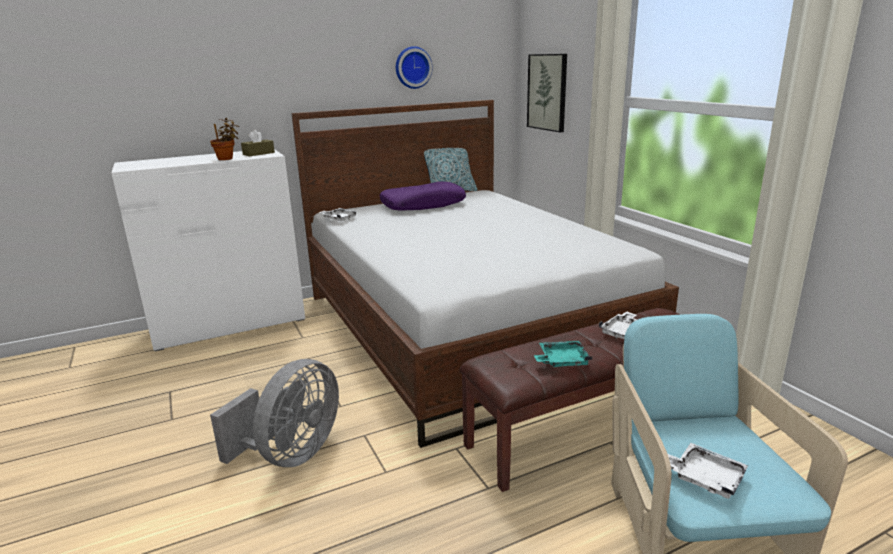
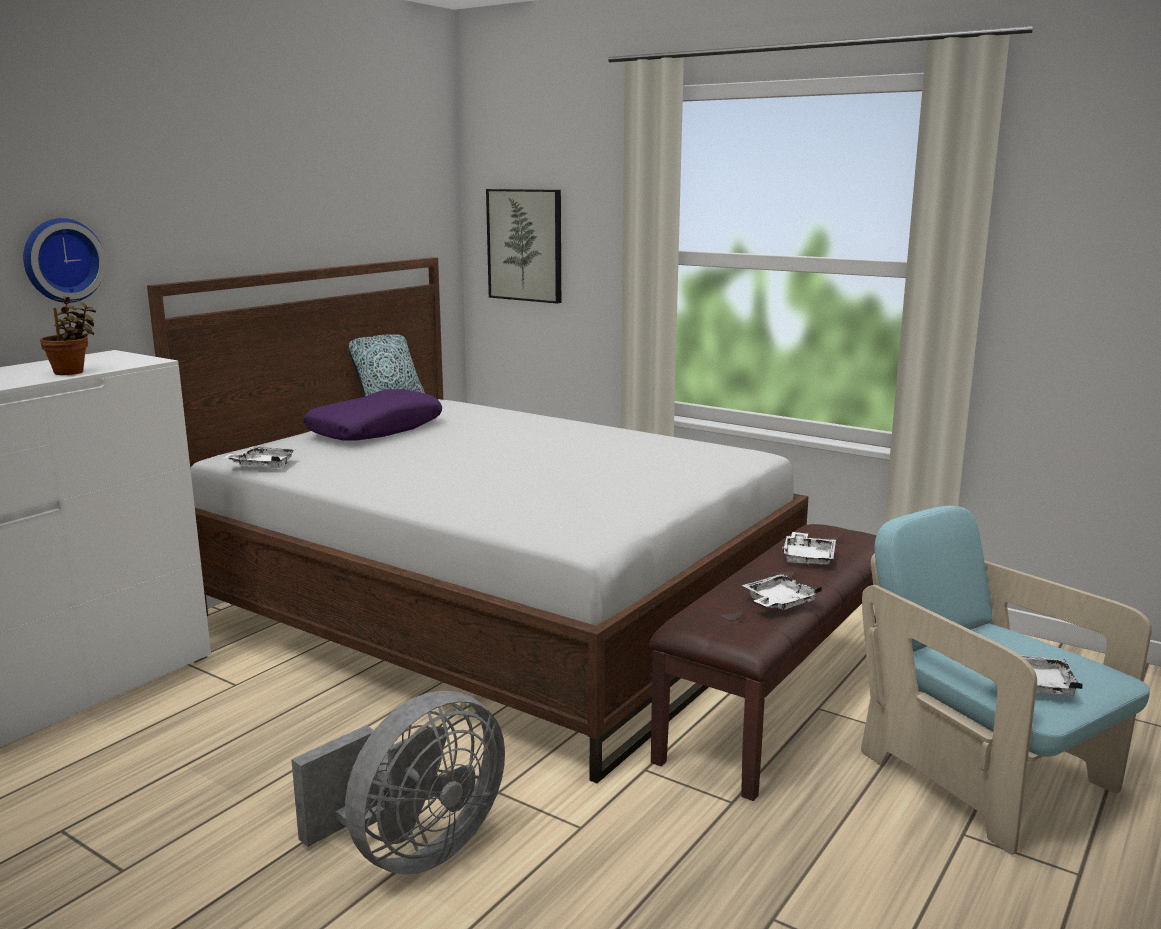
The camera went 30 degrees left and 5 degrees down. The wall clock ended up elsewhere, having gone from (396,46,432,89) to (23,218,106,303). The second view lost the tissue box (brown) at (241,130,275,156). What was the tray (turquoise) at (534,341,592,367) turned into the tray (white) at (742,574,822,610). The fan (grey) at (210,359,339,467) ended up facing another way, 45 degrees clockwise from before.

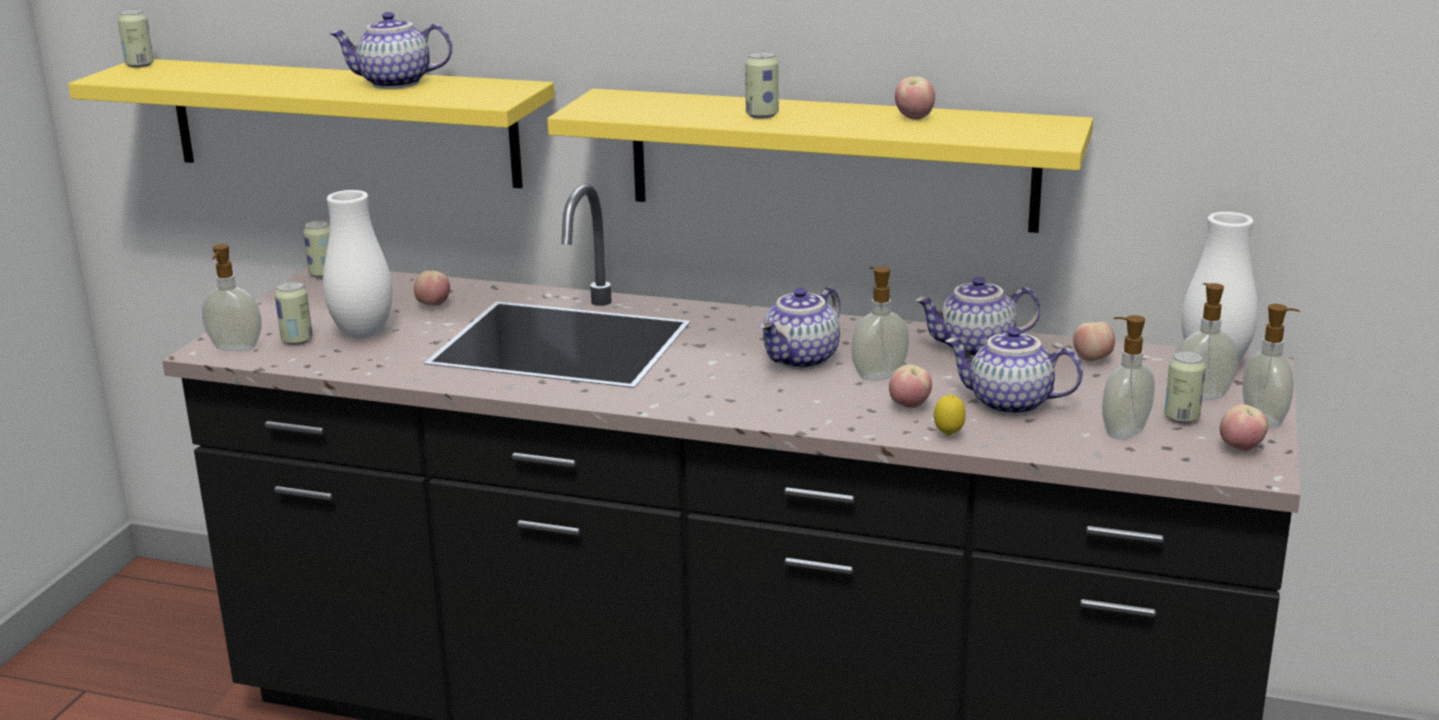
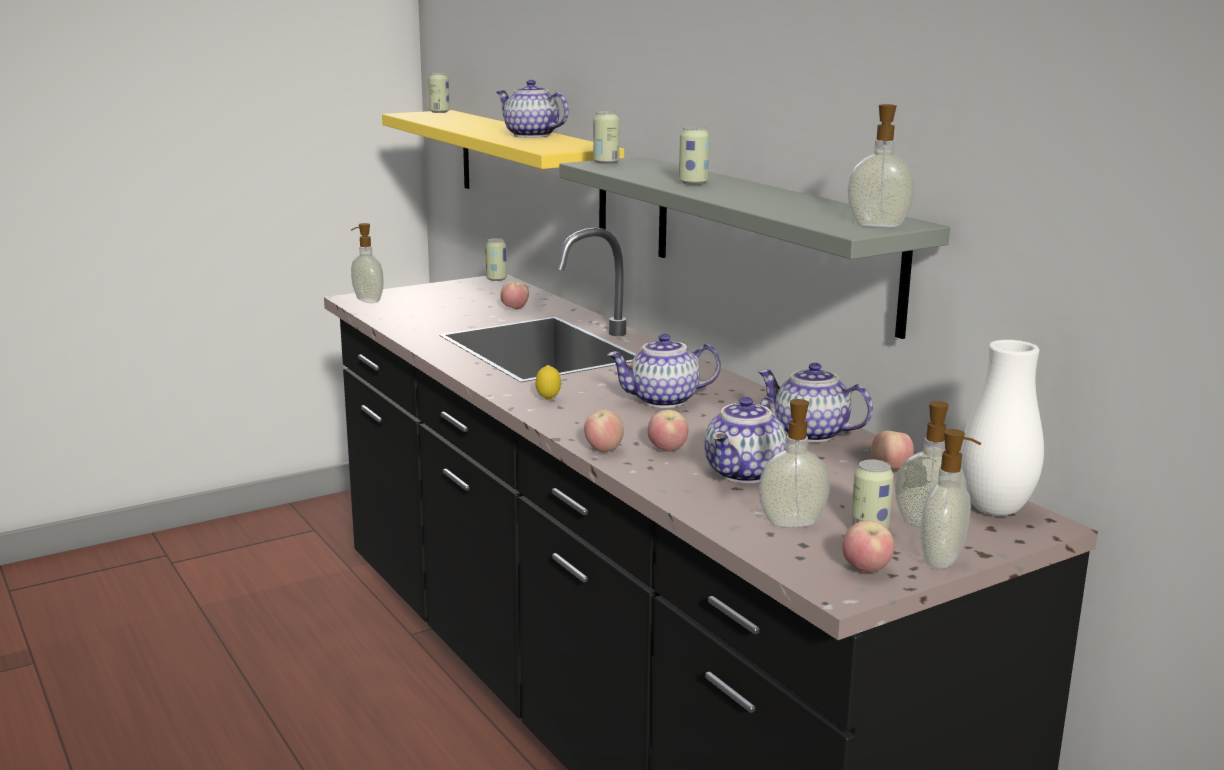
The camera went 40 degrees right and 5 degrees down. The apple ended up elsewhere, having gone from (895,76,935,120) to (584,409,624,452). What was the shelf (yellow) at (547,89,1093,233) turned into the shelf (grey) at (559,156,950,339). The second view lost the vase (white) at (323,190,393,339). The soap dispenser ended up elsewhere, having gone from (851,266,909,381) to (847,104,915,228). The can ended up elsewhere, having gone from (274,282,313,345) to (593,111,620,164). The teapot at (945,327,1083,415) ended up facing another way, 120 degrees counterclockwise from before. The lemon ended up elsewhere, having gone from (934,394,966,436) to (536,365,561,400).

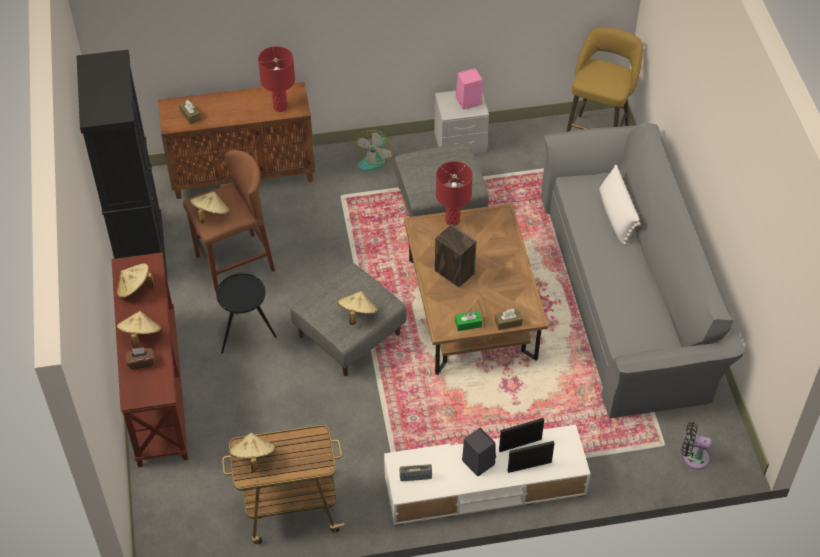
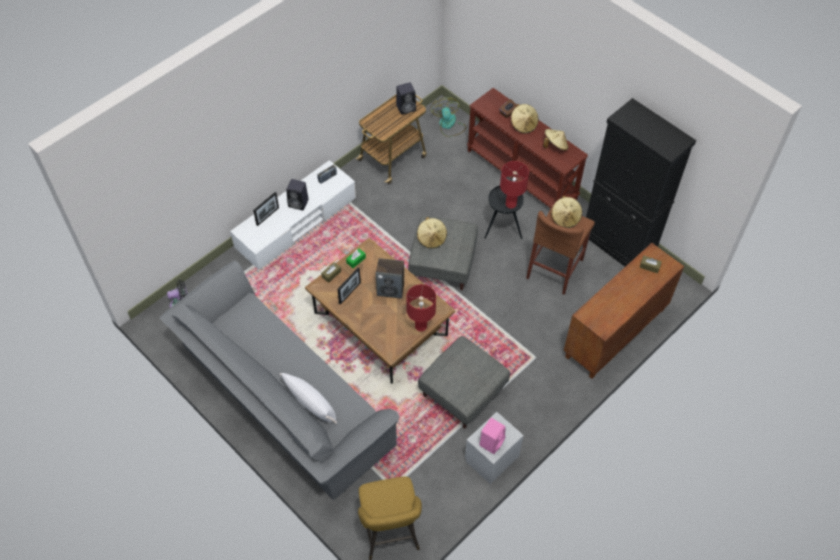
The camera went 145 degrees right and 5 degrees up. The table lamp (red) ended up elsewhere, having gone from (258,46,295,112) to (500,161,529,209). The fan ended up elsewhere, having gone from (356,130,393,171) to (431,97,466,137). The picture frame ended up elsewhere, having gone from (499,418,544,452) to (337,267,361,305). Where the hat (beige) stood at (229,433,276,472), the speaker (black) came to stand at (396,82,416,115).

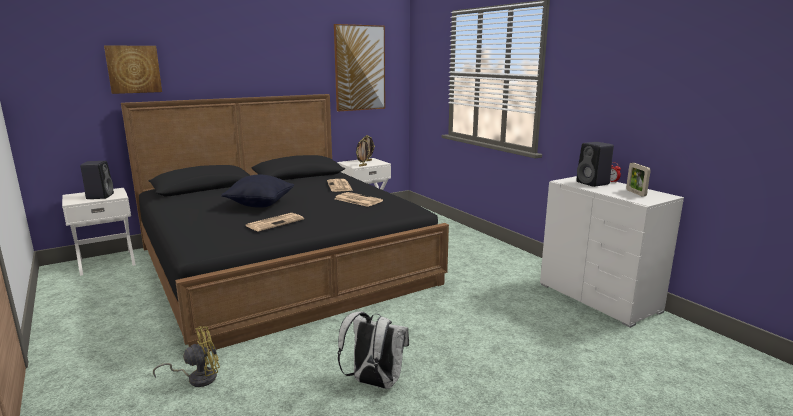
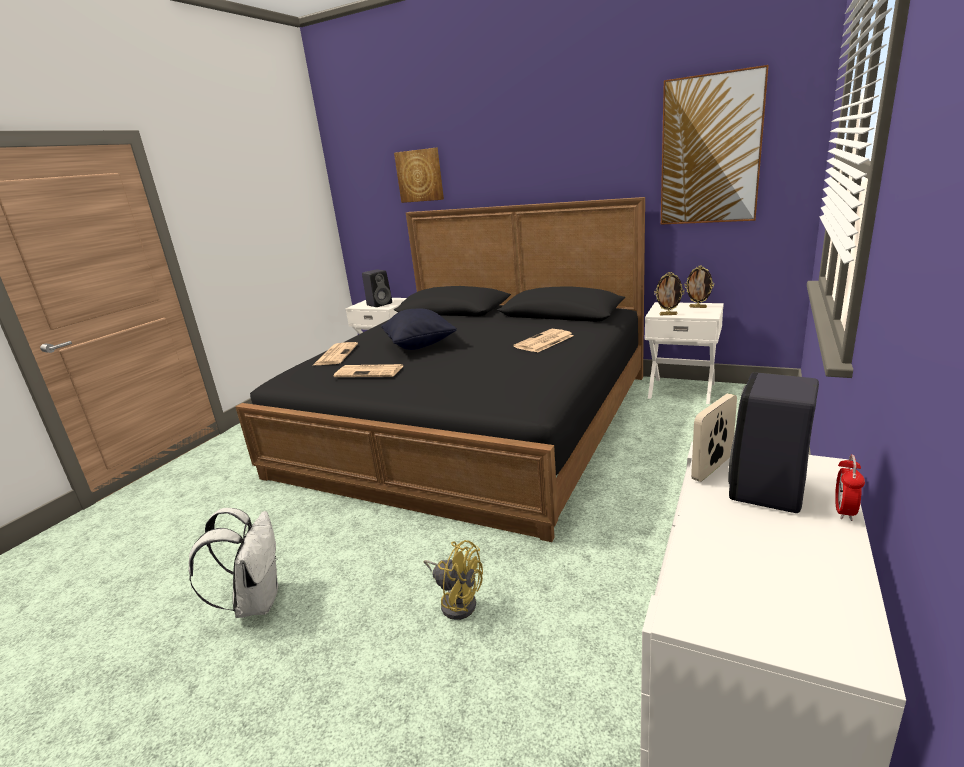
The camera went 60 degrees right and 5 degrees up. The picture frame ended up elsewhere, having gone from (626,163,651,197) to (691,393,737,482). The newspaper ended up elsewhere, having gone from (335,192,383,207) to (314,342,358,365). The fan (yellow) ended up elsewhere, having gone from (153,326,220,387) to (424,540,483,620).

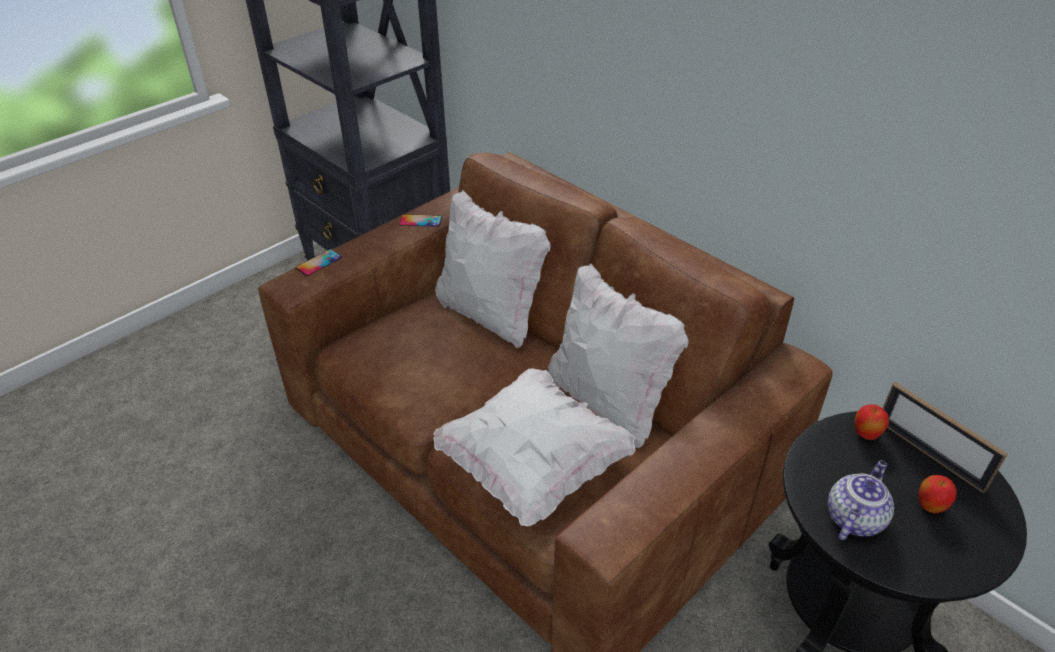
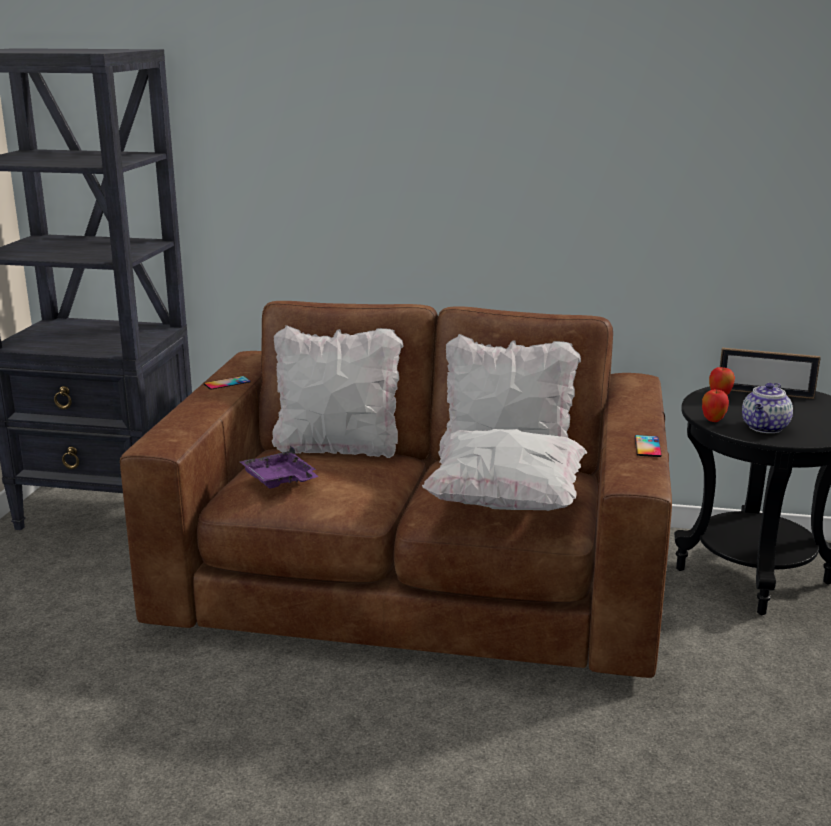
The camera went 35 degrees left and 20 degrees down. The phone ended up elsewhere, having gone from (296,249,342,276) to (635,435,662,457). The teapot at (828,460,894,540) ended up facing another way, 150 degrees counterclockwise from before. The apple ended up elsewhere, having gone from (919,475,956,513) to (702,389,729,422). The second view gained the tray (purple) at (239,446,319,489).

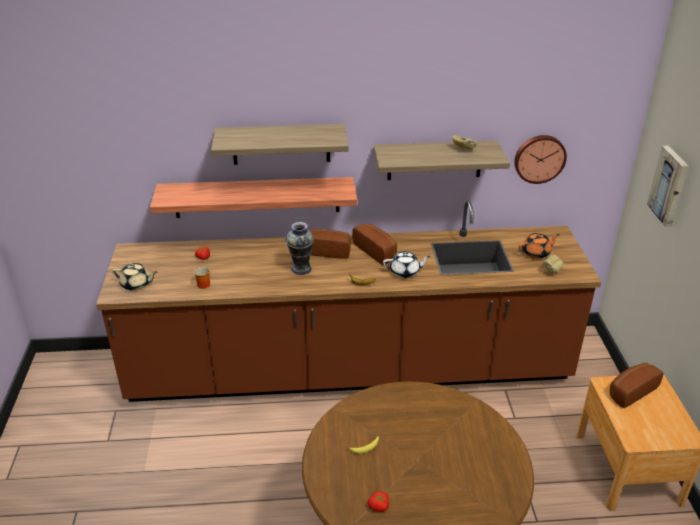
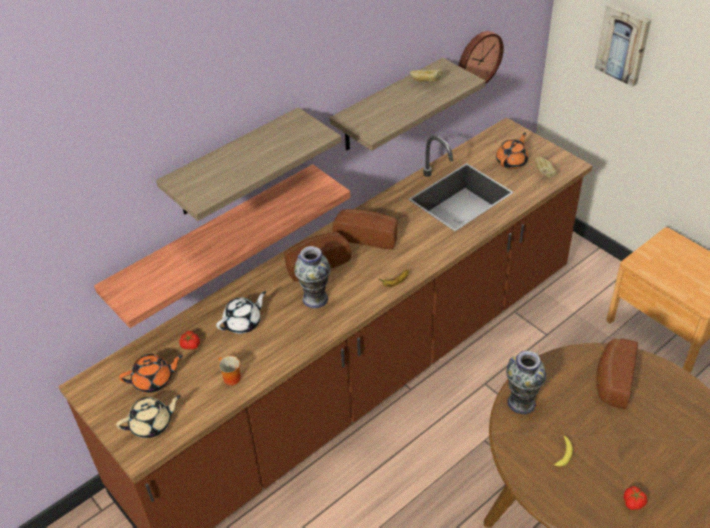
The camera went 35 degrees left and 10 degrees up. The teapot (white) ended up elsewhere, having gone from (383,251,431,278) to (216,291,266,334). The bread ended up elsewhere, having gone from (610,363,663,408) to (596,339,638,409). The second view gained the vase at (506,351,546,414). The second view gained the teapot (orange) at (119,354,183,393).

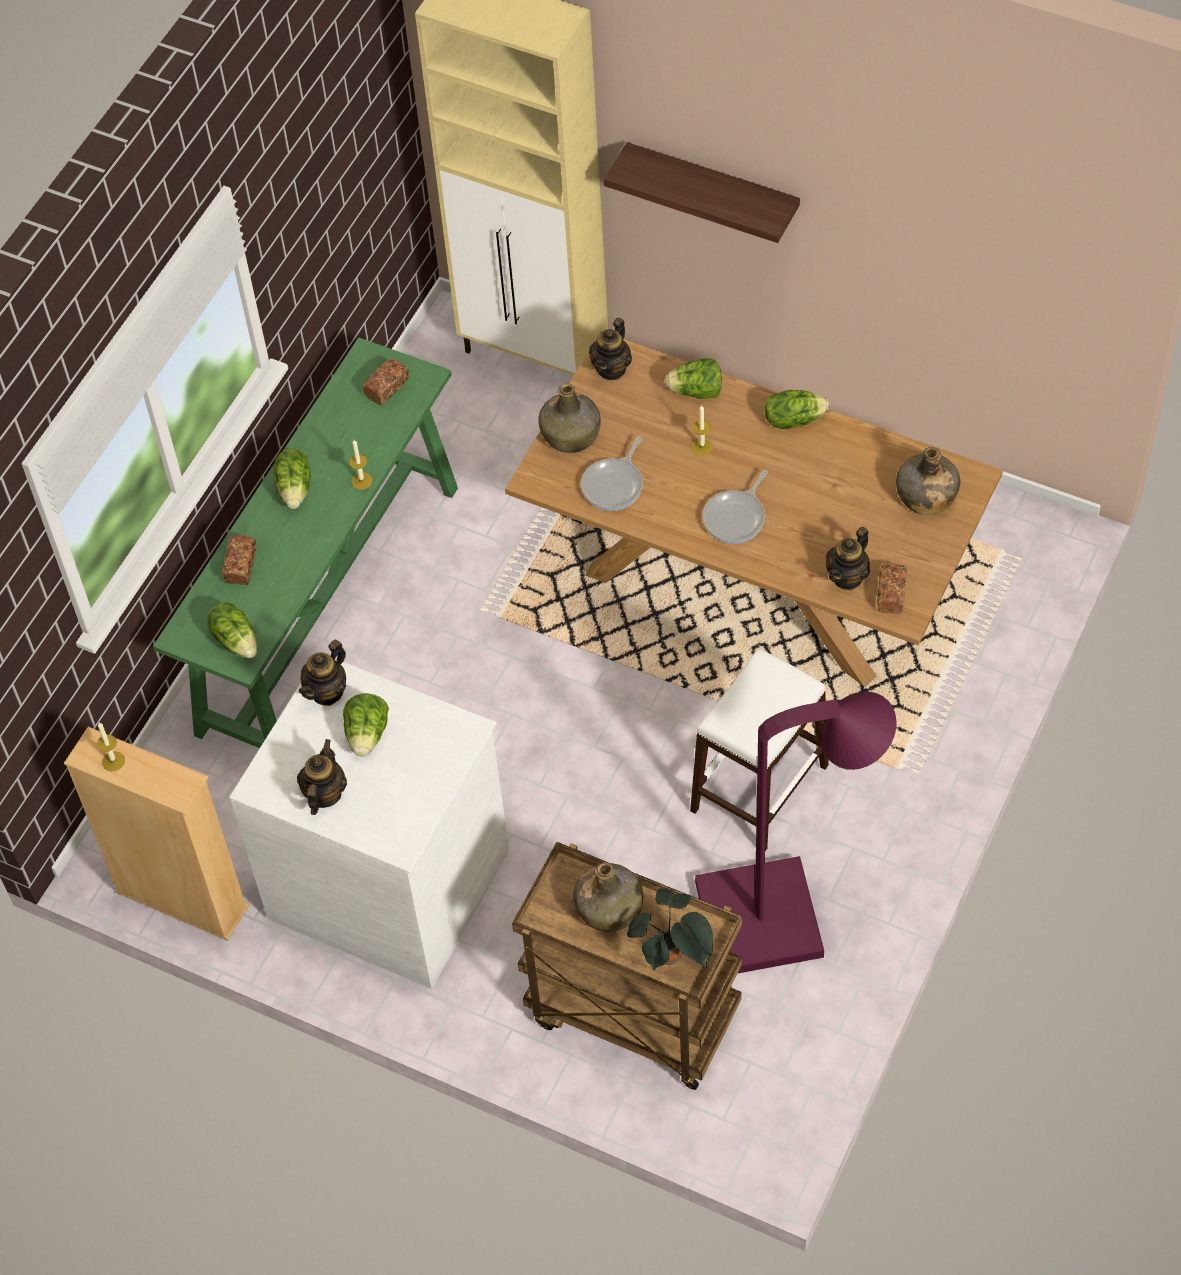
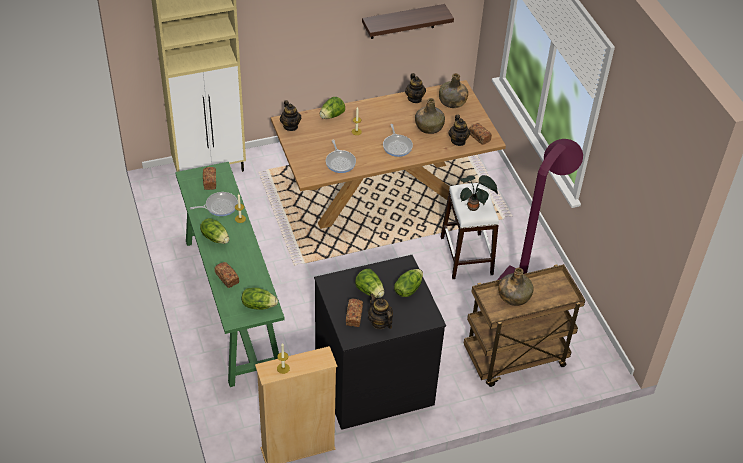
The camera went 50 degrees left and 10 degrees down. The shelf ended up elsewhere, having gone from (604,142,800,243) to (362,4,454,39). The bottle (green) ended up elsewhere, having gone from (538,383,601,453) to (415,98,445,134). The lettuce ended up elsewhere, having gone from (764,390,829,429) to (394,269,423,297). The teapot ended up elsewhere, having gone from (299,640,346,706) to (405,73,426,103). What was the dresser (white) at (229,659,509,988) turned into the dresser (black) at (314,255,446,429). The potted plant ended up elsewhere, having gone from (627,889,713,971) to (459,175,498,211). The second view gained the frying pan at (190,192,238,216). The second view gained the bread at (346,298,363,327).

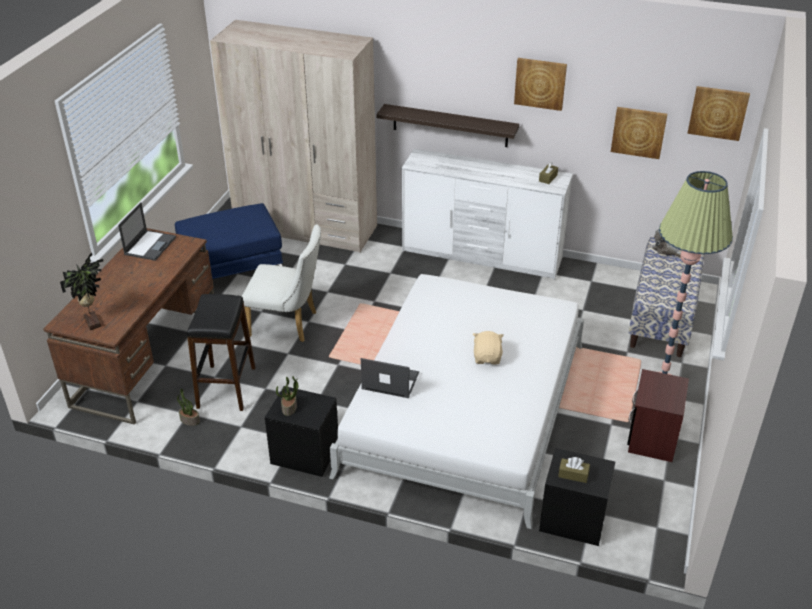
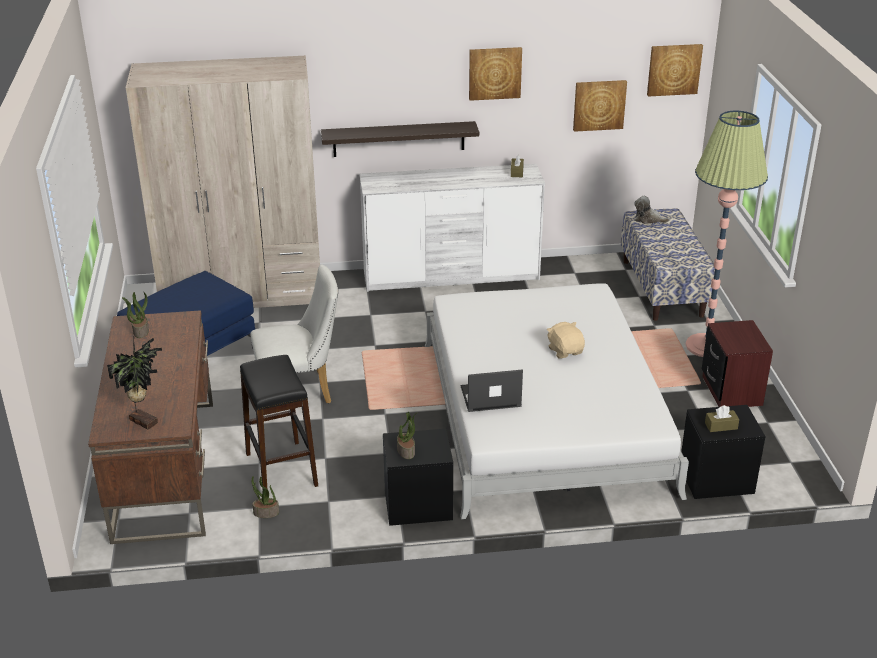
The camera went 25 degrees left and 5 degrees down. Where the laptop stood at (118,202,176,261), the potted plant came to stand at (122,292,149,338).

